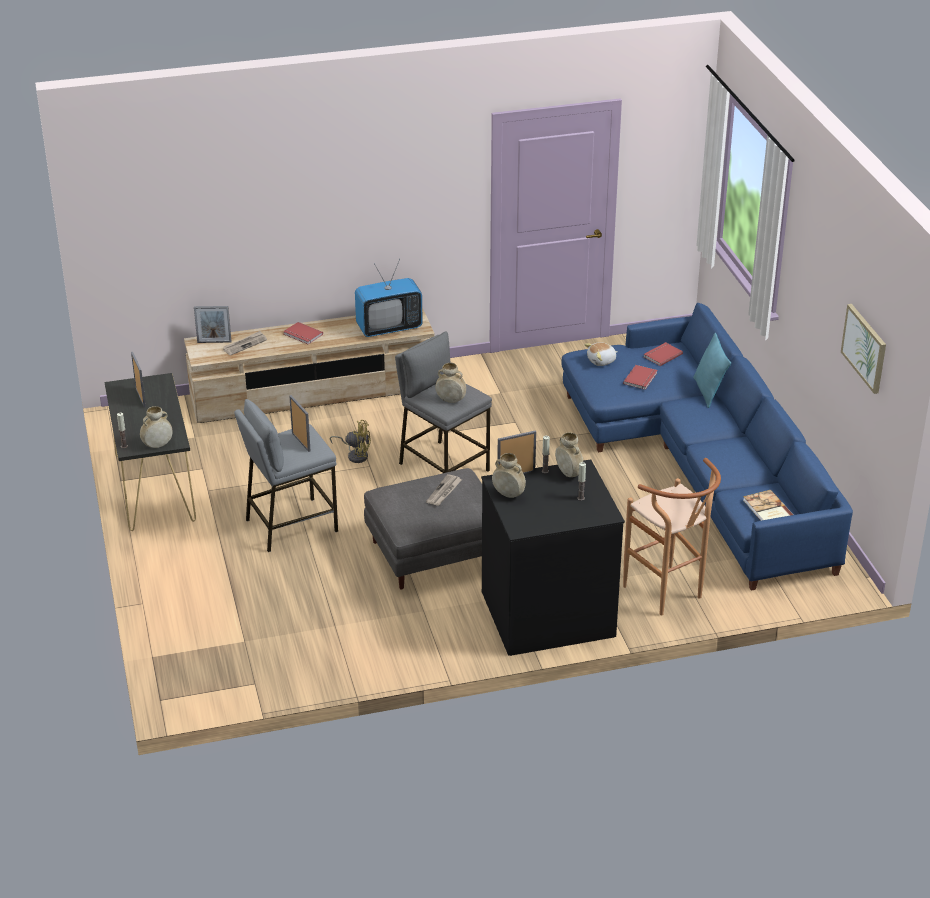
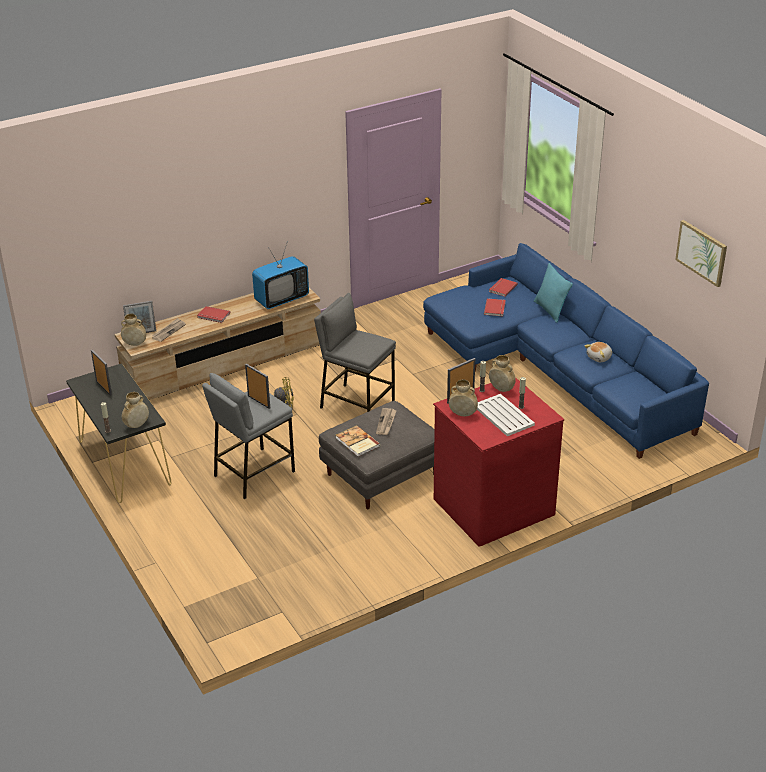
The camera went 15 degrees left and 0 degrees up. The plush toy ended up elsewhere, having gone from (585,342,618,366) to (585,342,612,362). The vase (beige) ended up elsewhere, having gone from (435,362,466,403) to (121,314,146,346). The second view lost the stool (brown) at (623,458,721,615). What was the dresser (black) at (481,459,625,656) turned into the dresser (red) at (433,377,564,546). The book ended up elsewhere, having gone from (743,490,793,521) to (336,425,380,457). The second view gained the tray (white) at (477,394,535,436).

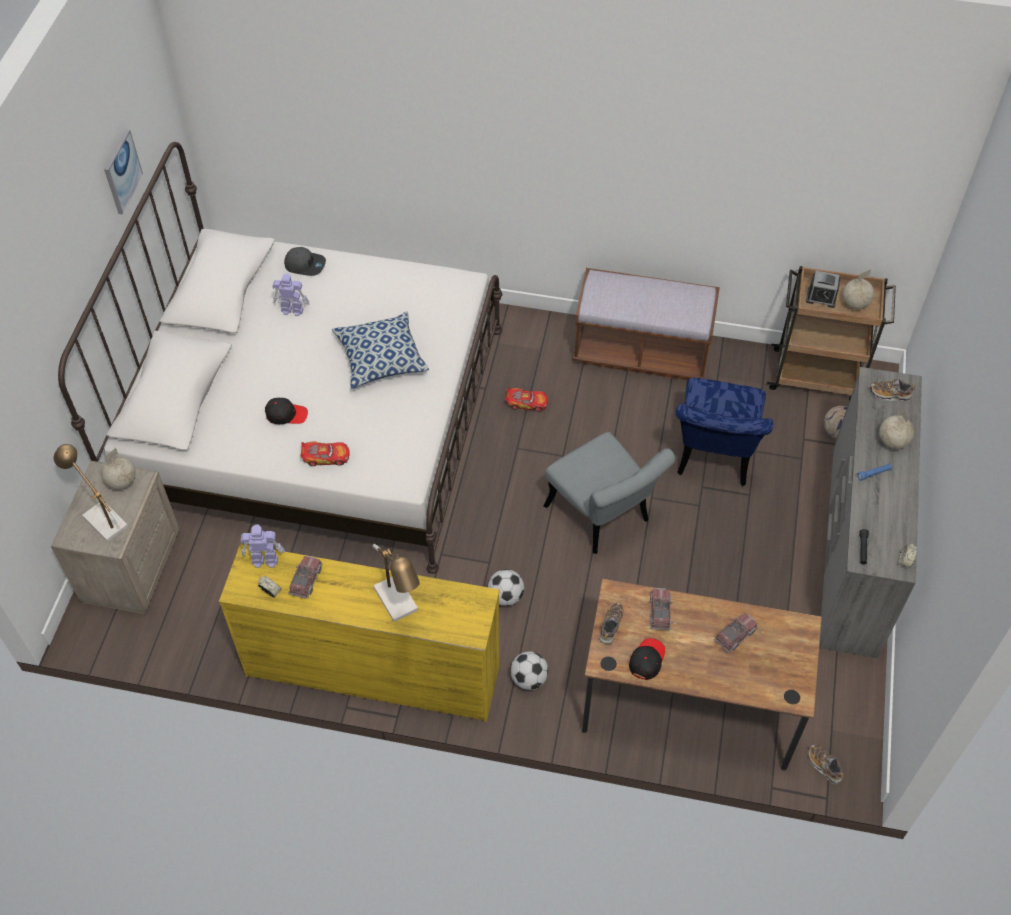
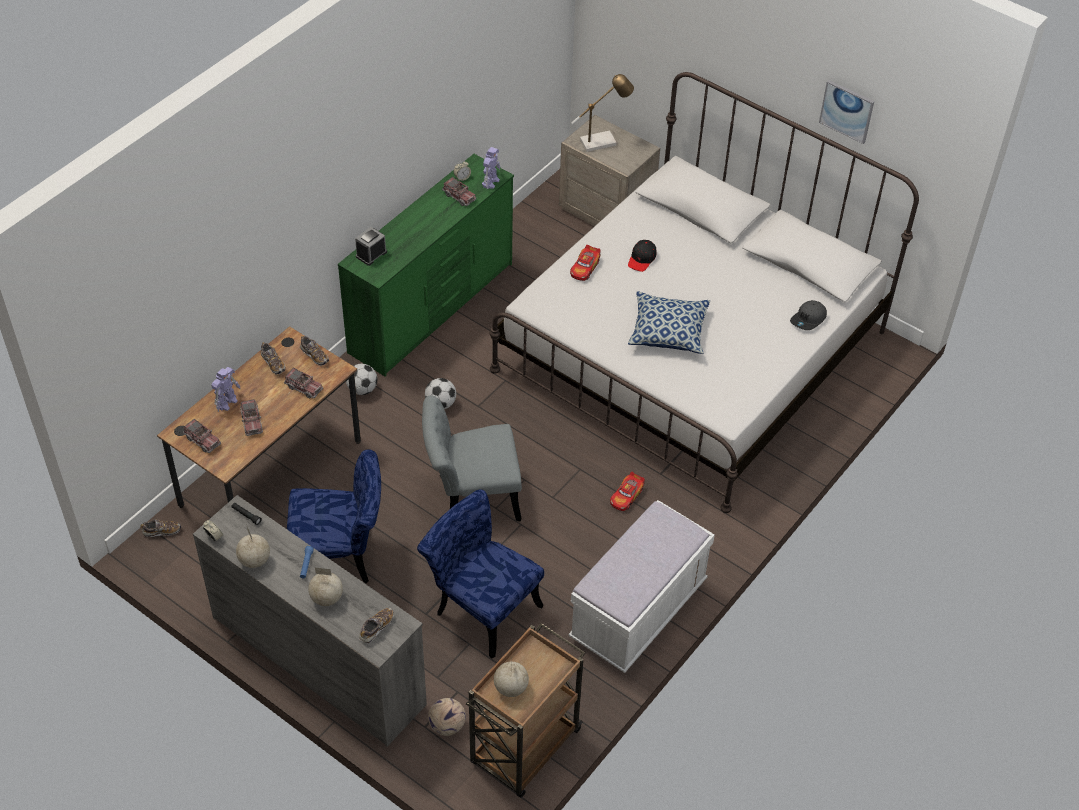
The camera went 115 degrees right and 5 degrees down. What was the bench (brown) at (573,268,720,380) turned into the bench (white) at (569,500,715,673). The alarm clock ended up elsewhere, having gone from (806,271,840,308) to (355,227,387,266). The toy robot ended up elsewhere, having gone from (272,273,310,316) to (211,367,241,412). The globe ended up elsewhere, having gone from (101,448,136,490) to (236,527,270,568). What was the dresser (yellow) at (219,544,500,722) turned into the dresser (green) at (338,154,514,377). The second view lost the table lamp at (373,544,420,622). Where the cap (black) stood at (629,638,665,680), the shoe came to stand at (261,342,286,375). The second view gained the toy truck at (183,419,221,453). The second view gained the chair (blue) at (287,449,381,583).

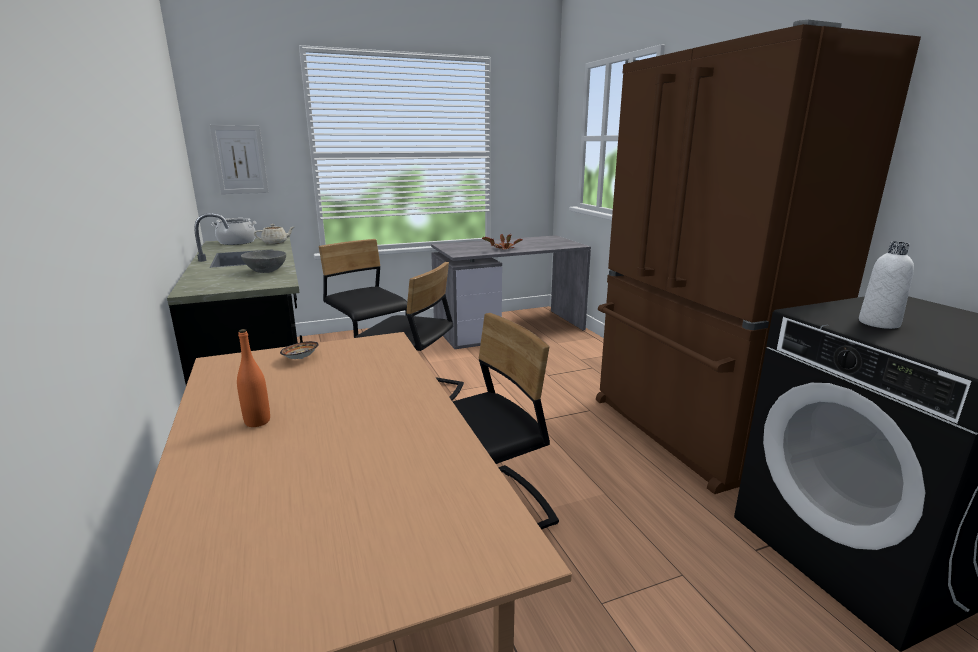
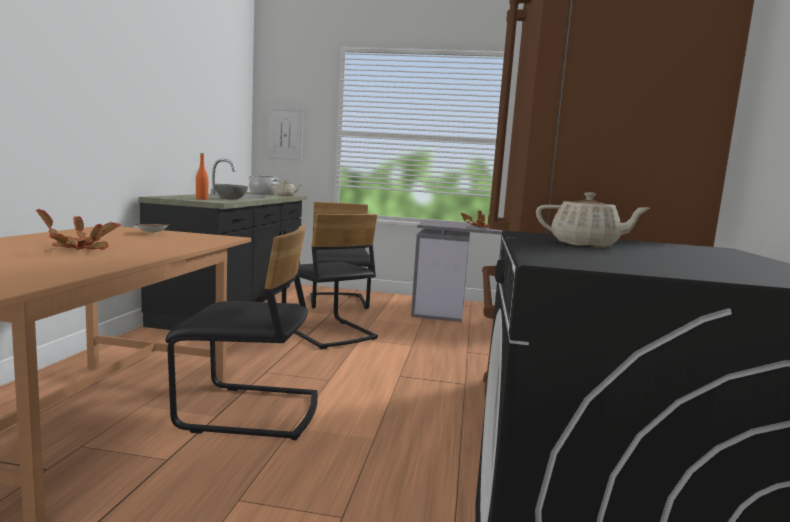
The camera went 30 degrees right and 10 degrees down. Where the bottle (white) stood at (859,241,914,329), the teapot (beige) came to stand at (536,192,650,247). The bottle (orange) ended up elsewhere, having gone from (237,329,270,427) to (196,153,208,200). The second view gained the potted plant at (36,208,120,250).

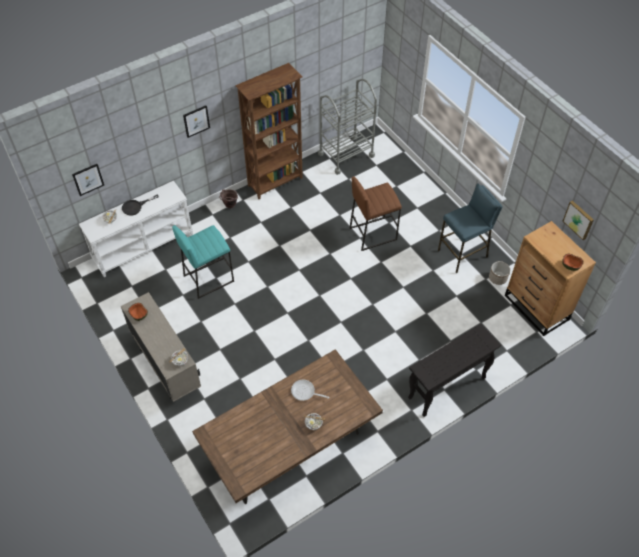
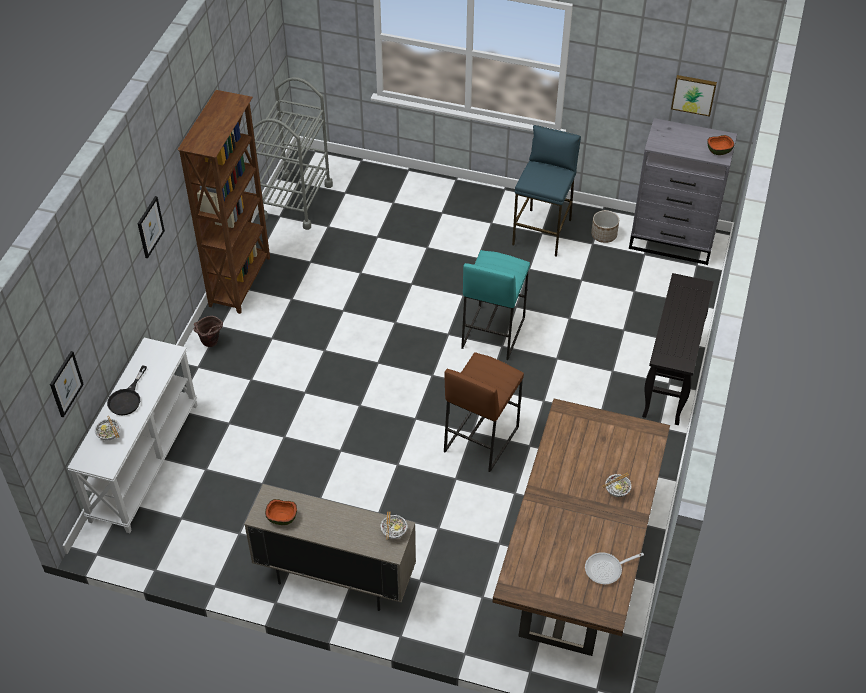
The camera went 40 degrees left and 5 degrees down. The stool (brown) ended up elsewhere, having gone from (349,176,402,251) to (444,352,524,472). What was the dresser (brown) at (505,221,596,336) turned into the dresser (grey) at (629,118,737,265). The stool (turquoise) ended up elsewhere, having gone from (172,225,234,299) to (461,250,530,360). The frying pan ended up elsewhere, having gone from (291,380,329,401) to (585,552,644,584).

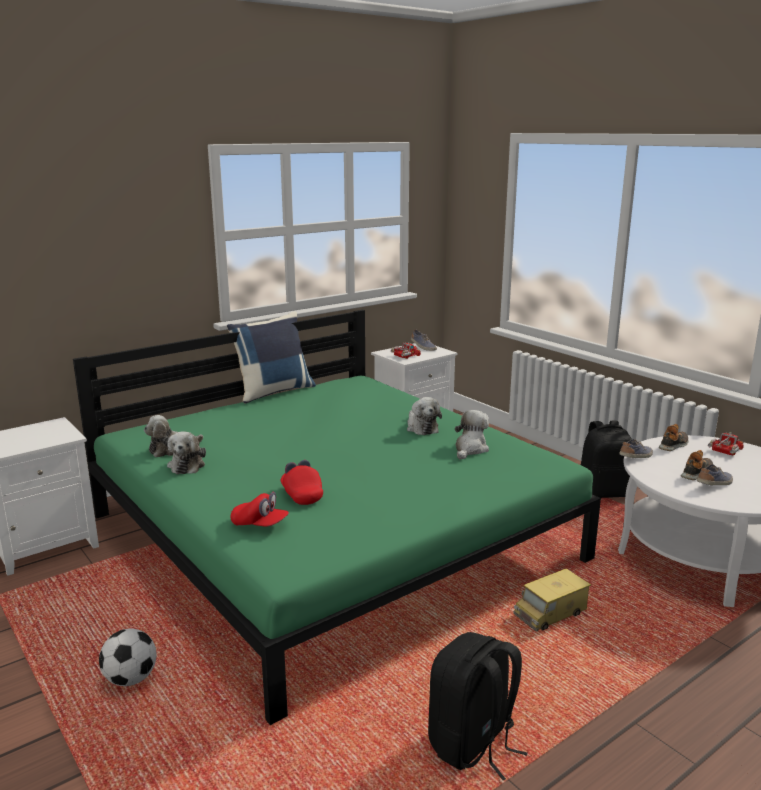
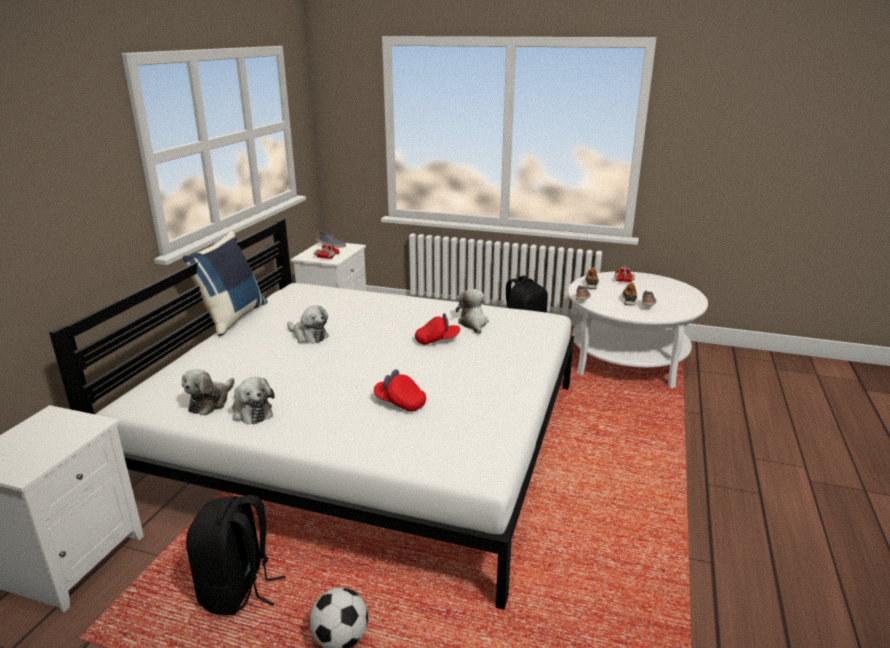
The camera went 35 degrees left and 5 degrees up. What was the bed (green) at (73,310,601,725) turned into the bed (white) at (49,219,574,610). The plush toy ended up elsewhere, having gone from (407,397,442,435) to (287,305,329,344). The cap (red) ended up elsewhere, having gone from (231,492,289,527) to (415,313,460,345). The second view lost the toy truck at (513,568,591,632). The backpack (black) ended up elsewhere, having gone from (428,632,528,780) to (186,495,285,615).

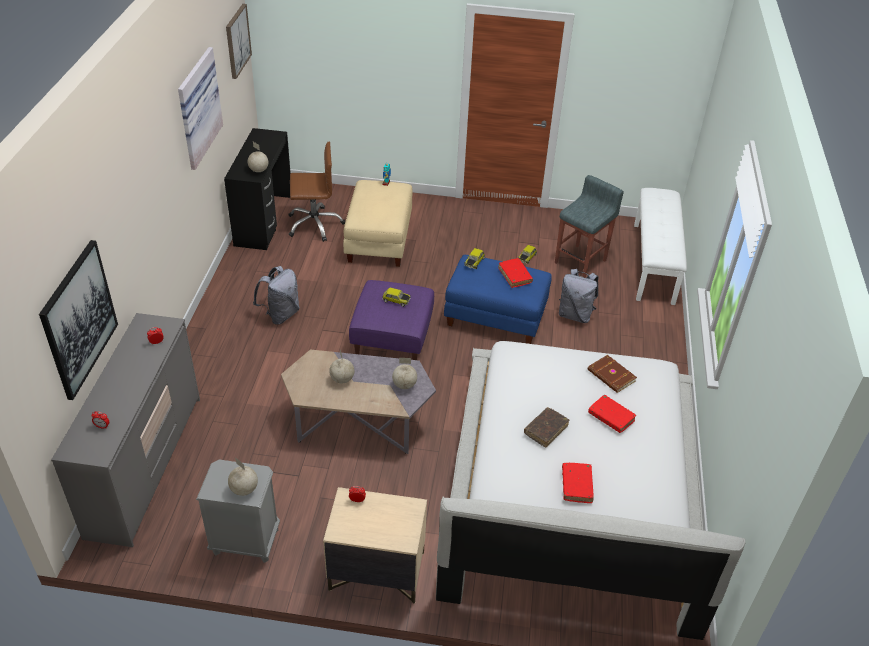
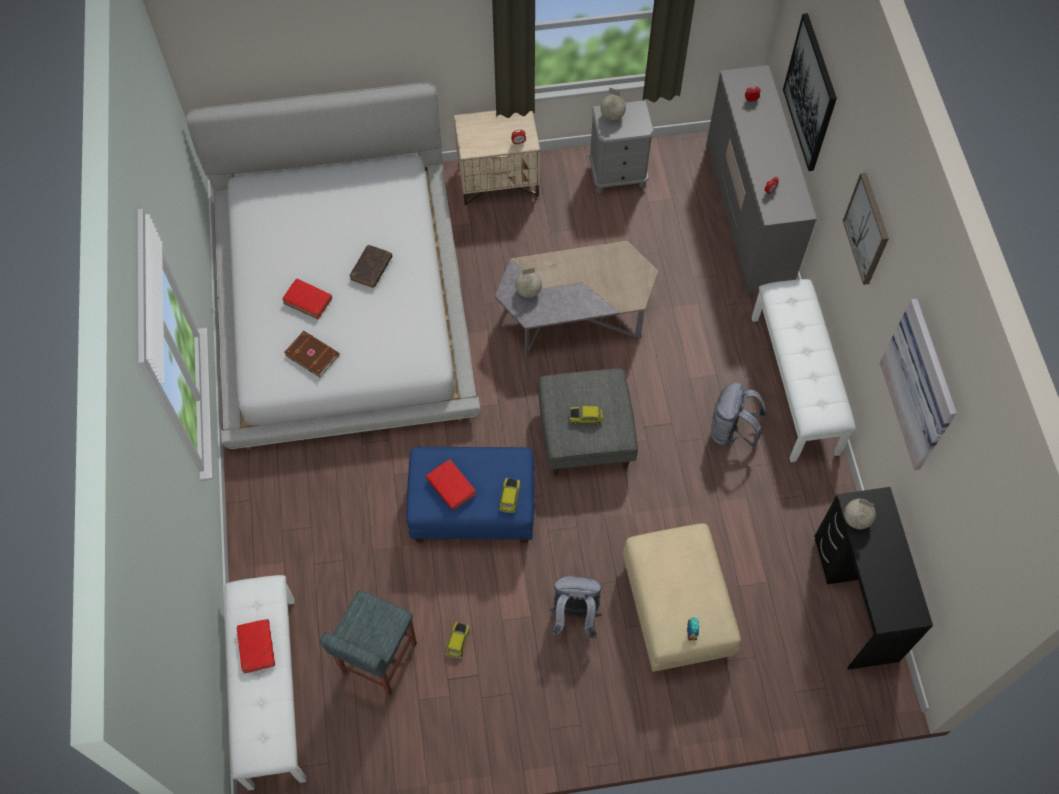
The camera went 165 degrees right and 20 degrees up. The picture ended up elsewhere, having gone from (226,4,252,79) to (843,173,889,285). The second view lost the office chair (brown) at (288,142,345,242). The backpack (grey) ended up elsewhere, having gone from (559,269,599,323) to (549,575,602,639). What was the ottoman (purple) at (349,280,434,360) turned into the ottoman (grey) at (538,369,638,476). The second view lost the globe at (329,350,354,384). The book (red) ended up elsewhere, having gone from (562,463,594,503) to (237,619,275,673). The second view gained the bench (white) at (752,279,856,462).

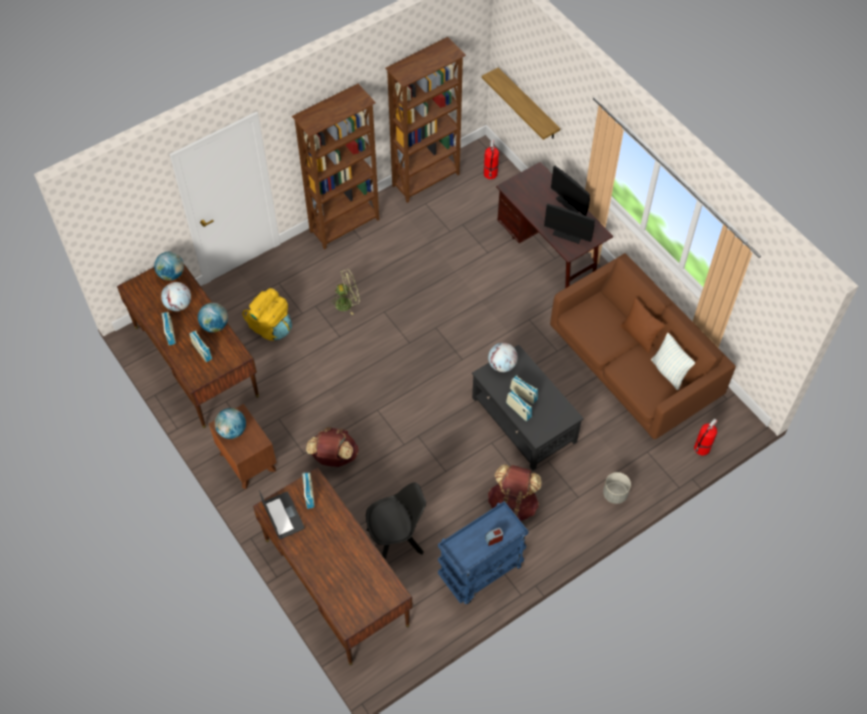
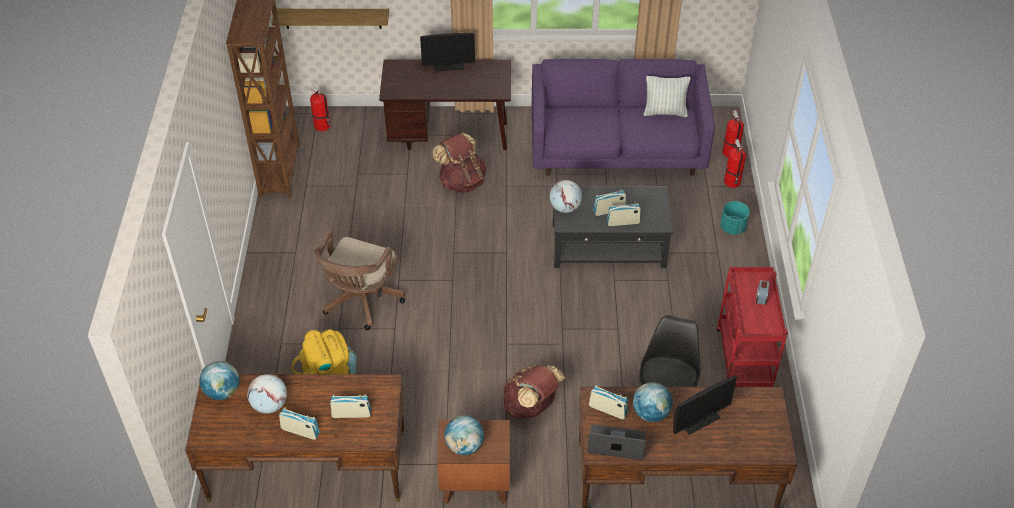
The camera went 55 degrees left and 10 degrees down. The second view lost the bookcase (brown) at (292,84,379,250). The monitor ended up elsewhere, having gone from (544,204,595,244) to (673,375,737,435). What was the sofa (brown) at (550,253,736,439) turned into the sofa (purple) at (532,59,715,176). Where the fan (green) stood at (329,269,360,315), the office chair (brown) came to stand at (314,230,405,330). The second view lost the pillow (brown) at (621,298,665,353). The globe ended up elsewhere, having gone from (198,303,228,333) to (633,382,673,422). The backpack (brown) ended up elsewhere, having gone from (488,464,542,521) to (433,133,486,193). What was the planter (grey) at (603,472,631,504) turned into the planter (turquoise) at (720,201,750,235). What was the cart (blue) at (438,501,528,604) turned into the cart (red) at (716,267,788,387). The second view gained the fire extinguisher at (724,139,746,188).

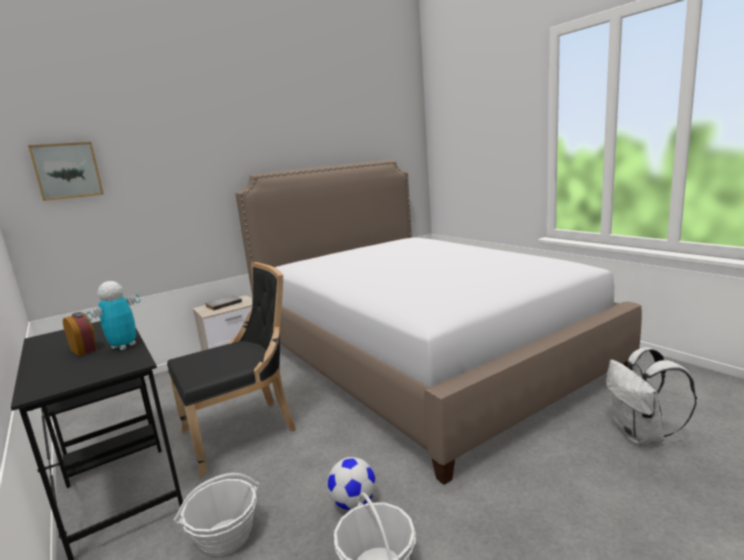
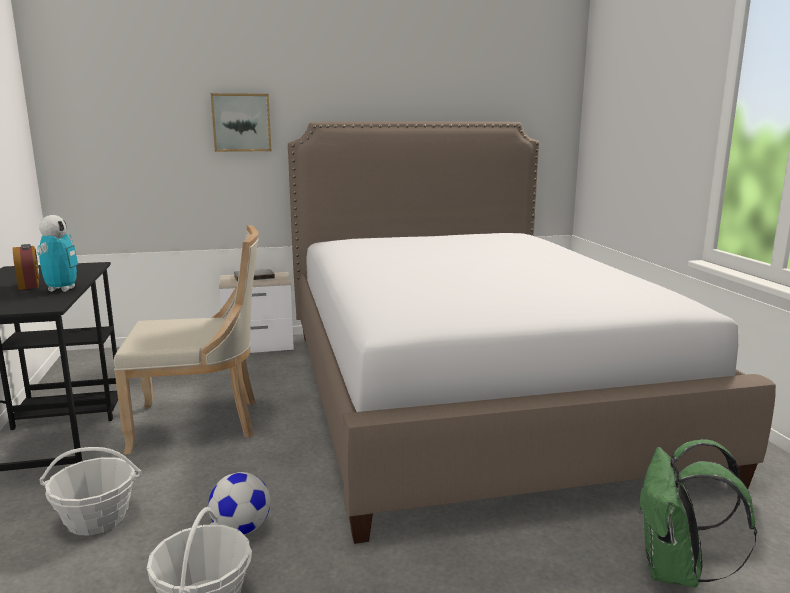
The camera went 20 degrees right and 0 degrees up. The picture ended up elsewhere, having gone from (28,142,104,201) to (211,93,271,152). What was the chair (black) at (167,262,296,476) turned into the chair (beige) at (114,225,259,455). The toy robot at (86,281,140,350) ended up facing another way, 135 degrees clockwise from before. What was the backpack (white) at (606,347,697,445) turned into the backpack (green) at (638,439,757,588).

